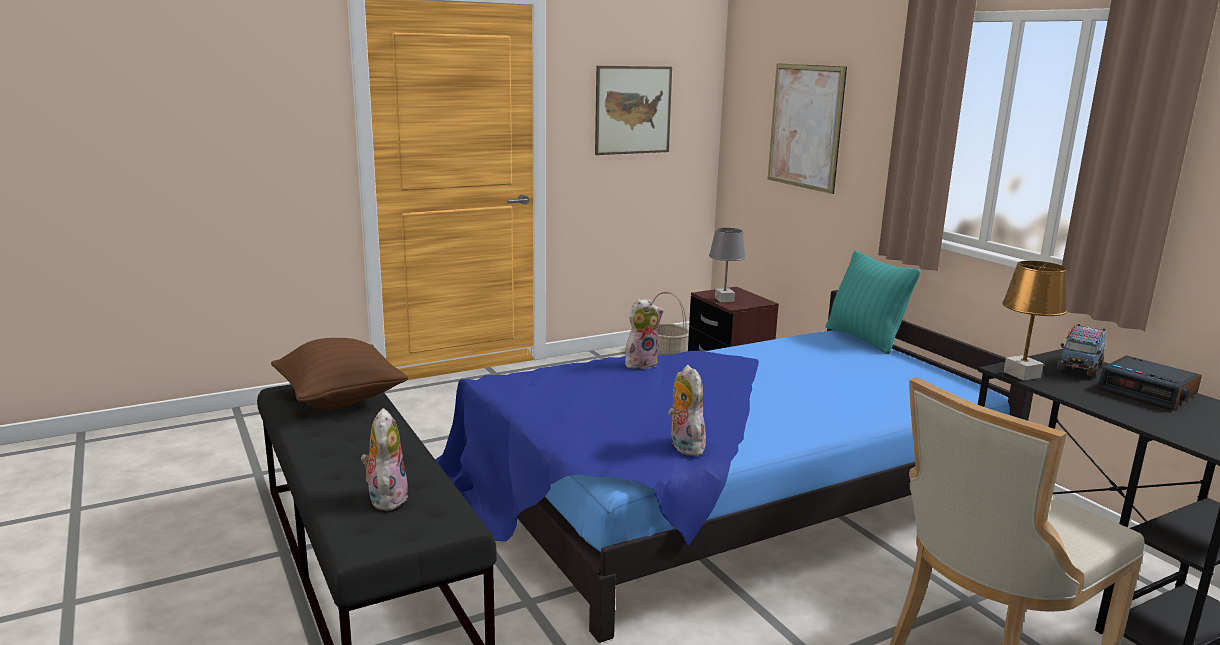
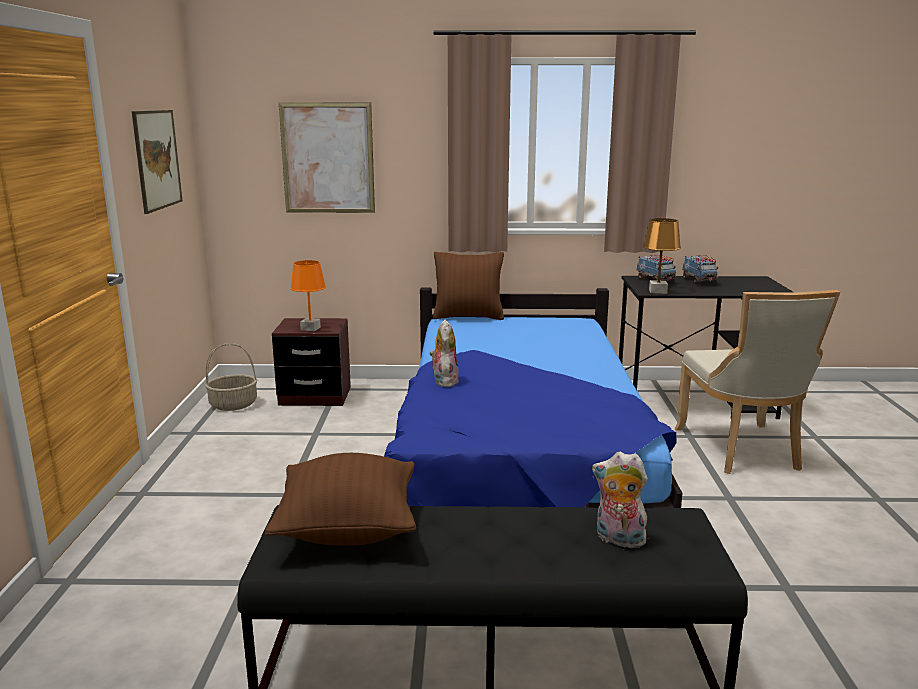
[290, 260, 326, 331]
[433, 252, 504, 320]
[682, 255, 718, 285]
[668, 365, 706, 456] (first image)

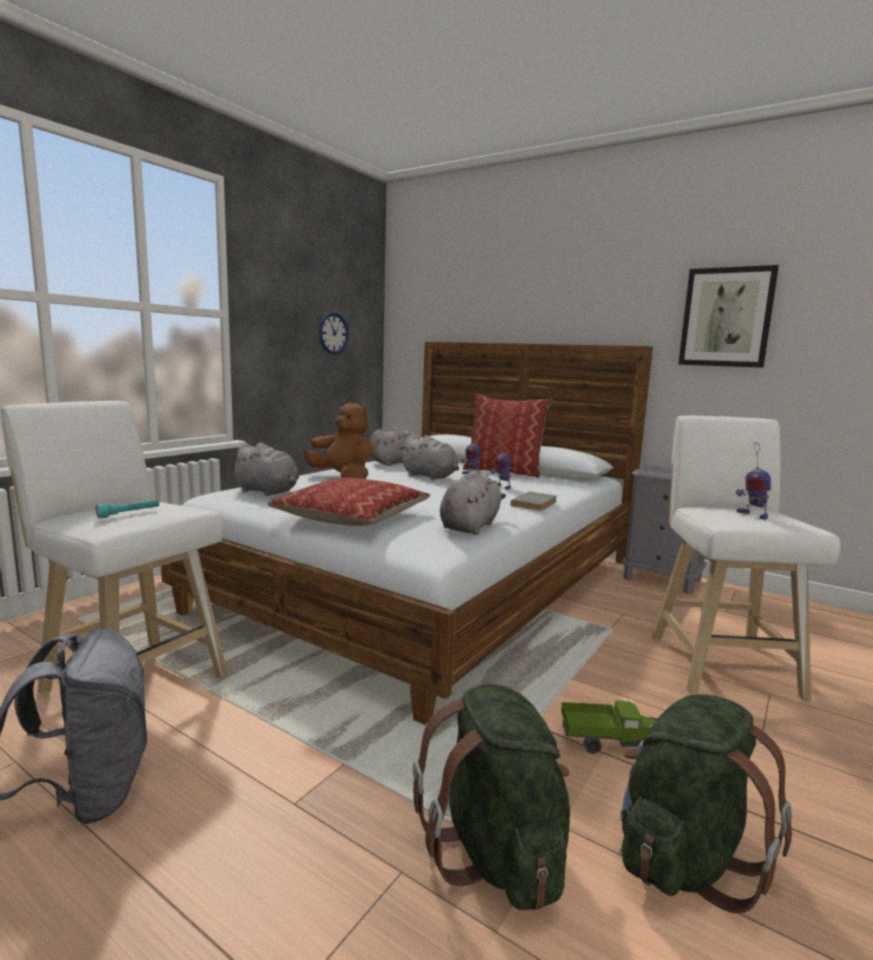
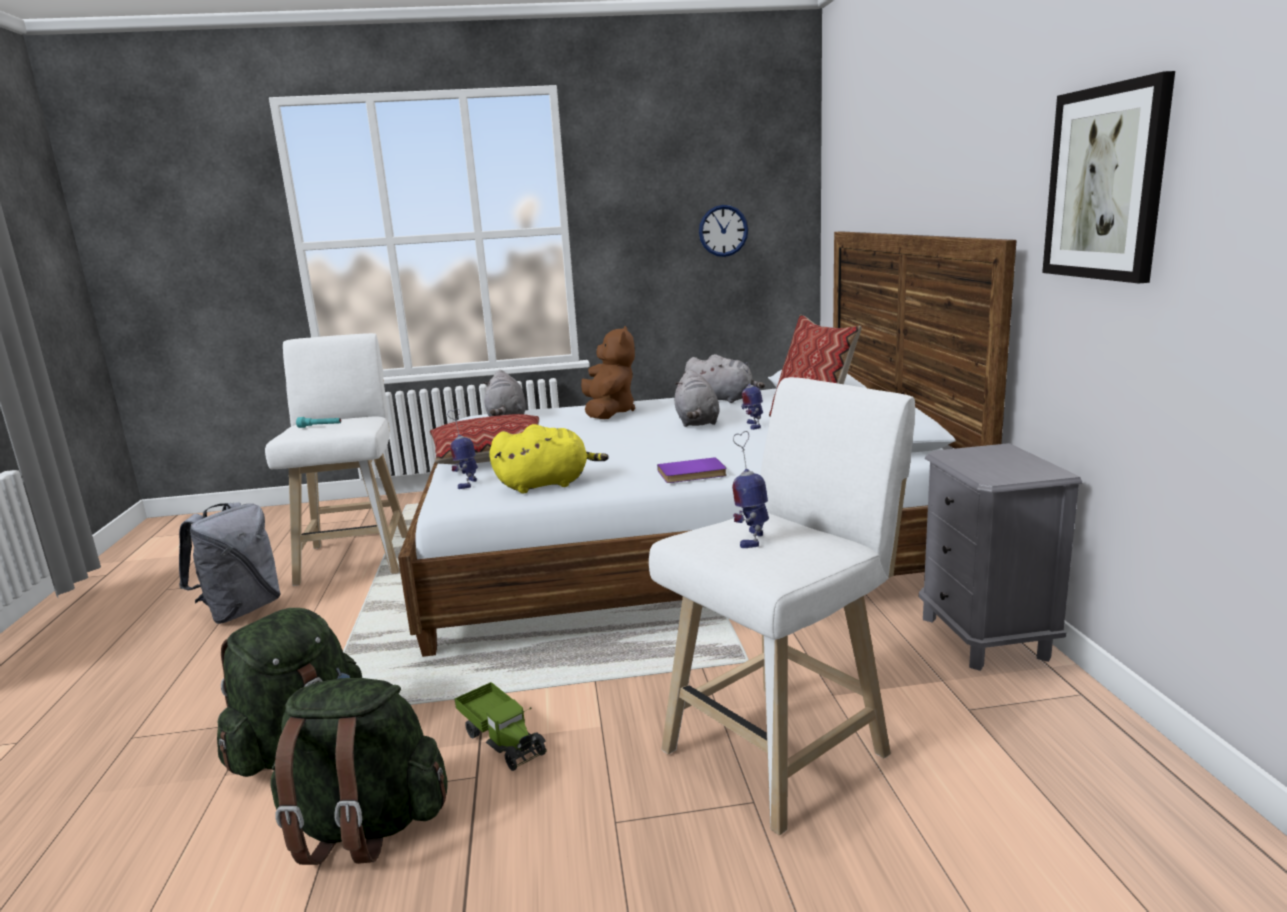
[447, 409, 478, 489]
[489, 424, 609, 493]
[657, 457, 727, 483]

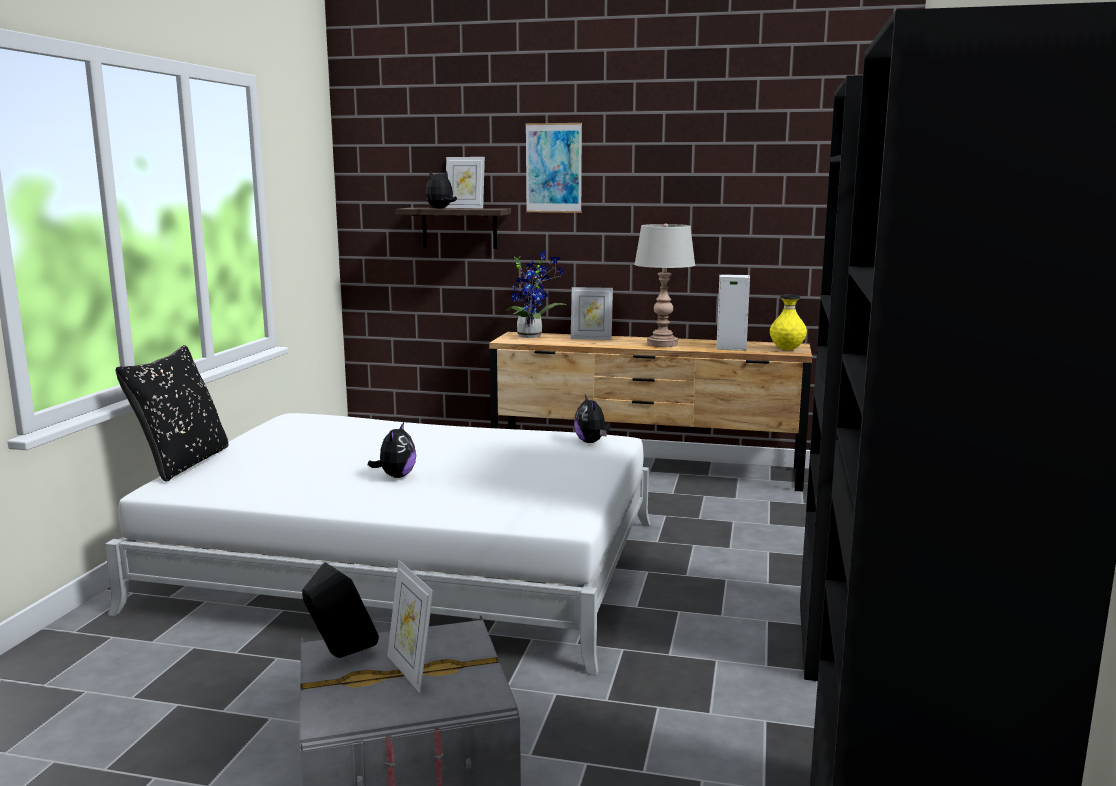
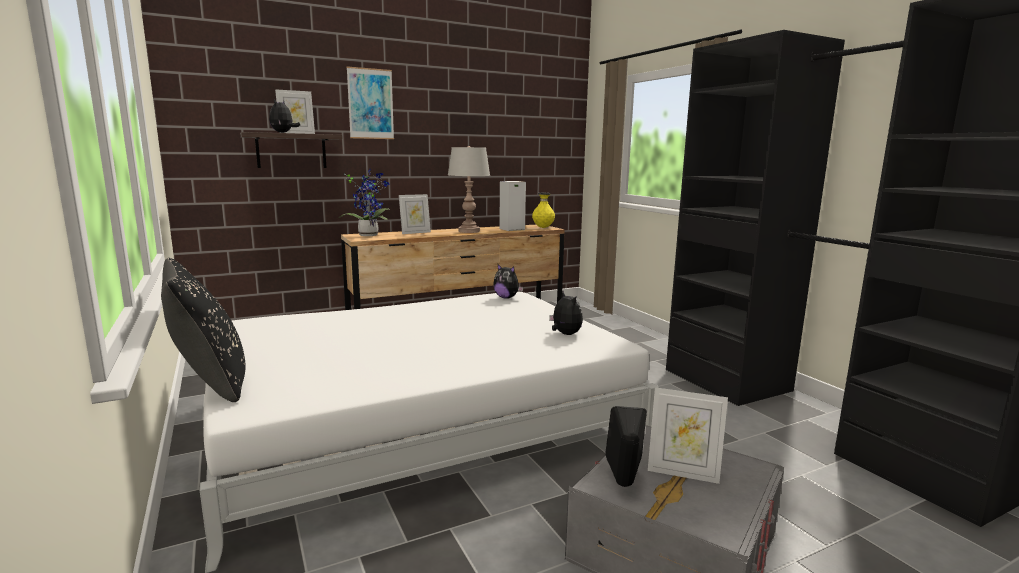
[549, 291, 583, 335]

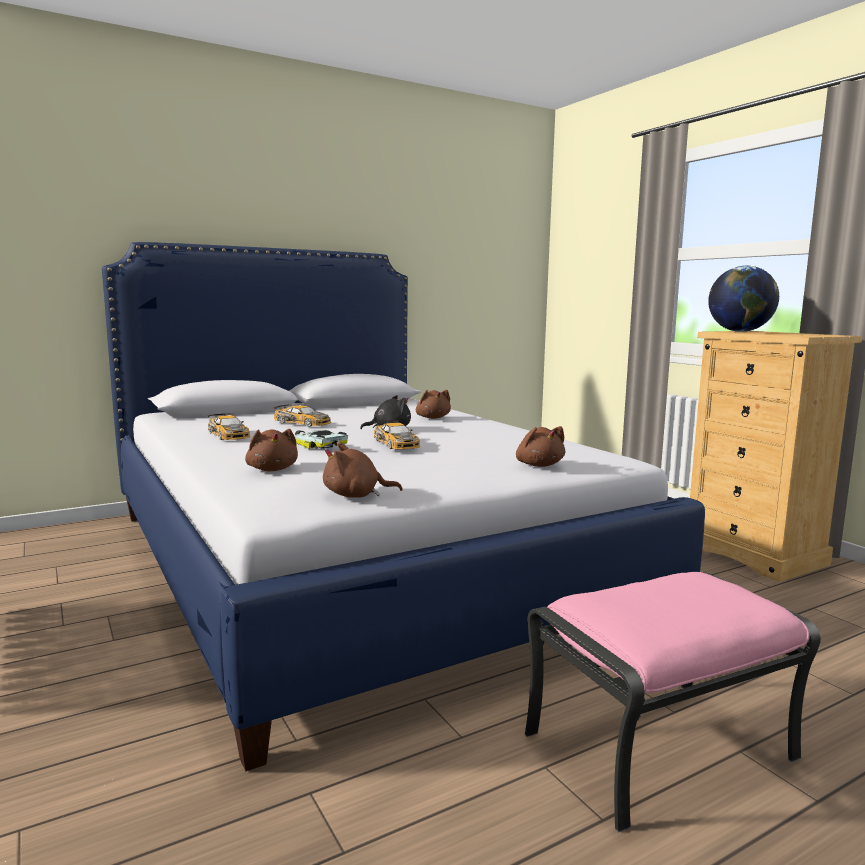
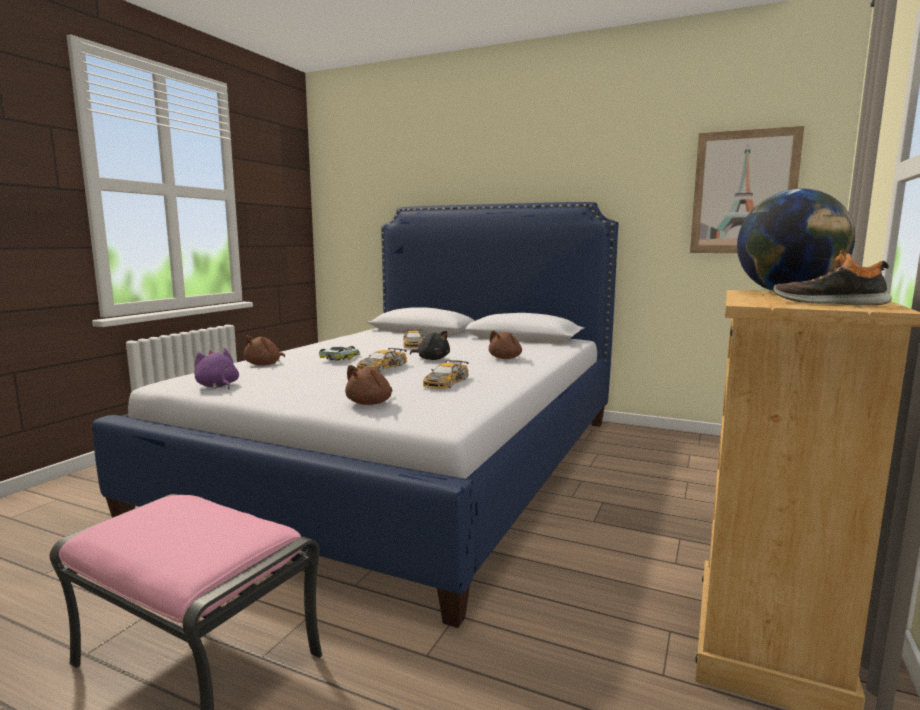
[194, 348, 239, 389]
[423, 360, 469, 389]
[690, 126, 804, 253]
[773, 250, 892, 305]

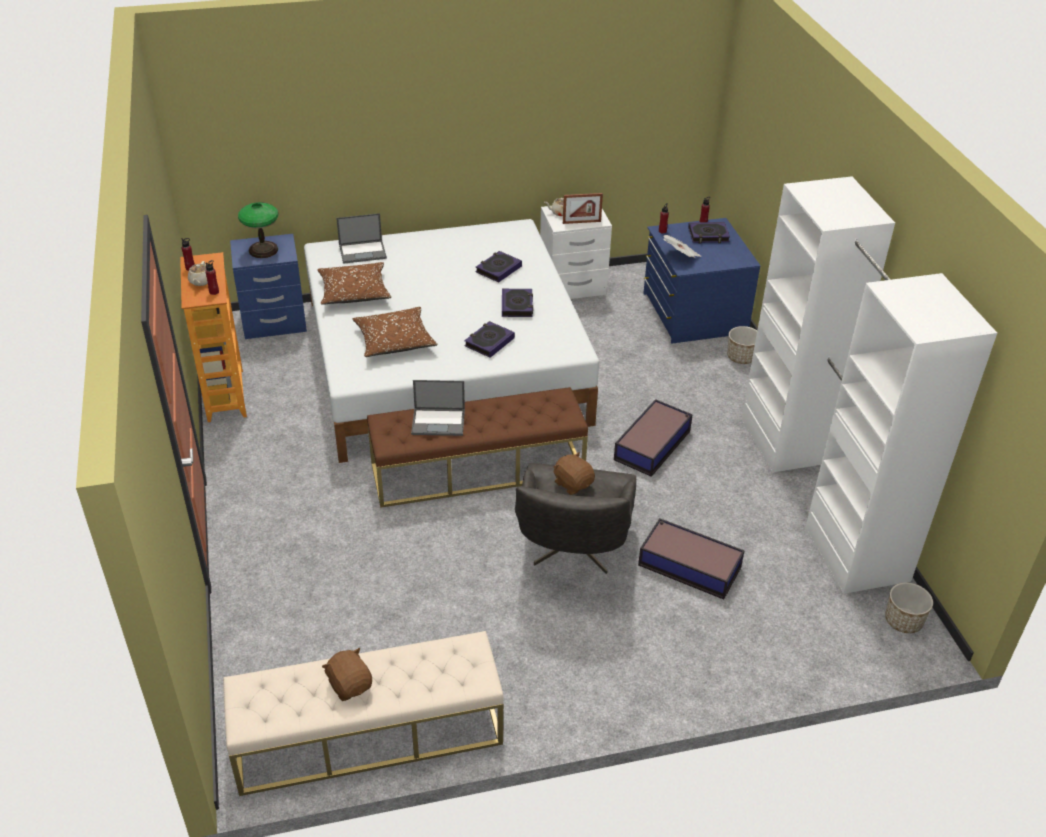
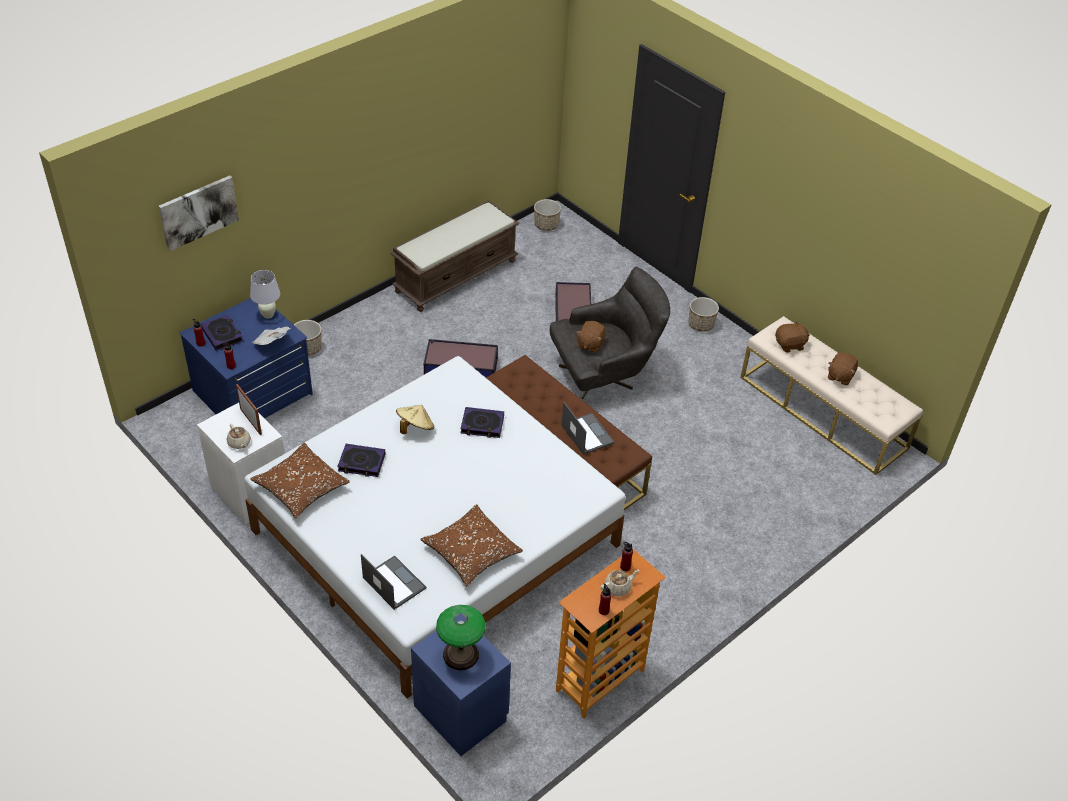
[158, 175, 239, 251]
[250, 270, 280, 319]
[250, 443, 350, 518]
[390, 200, 520, 312]
[396, 405, 434, 434]
[688, 297, 719, 332]
[775, 321, 810, 353]

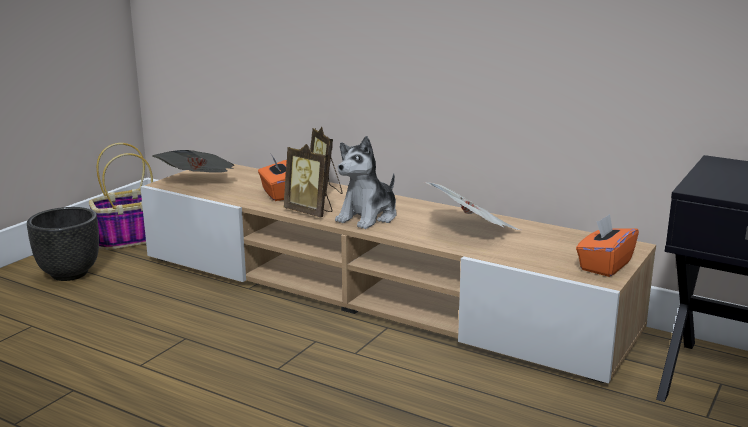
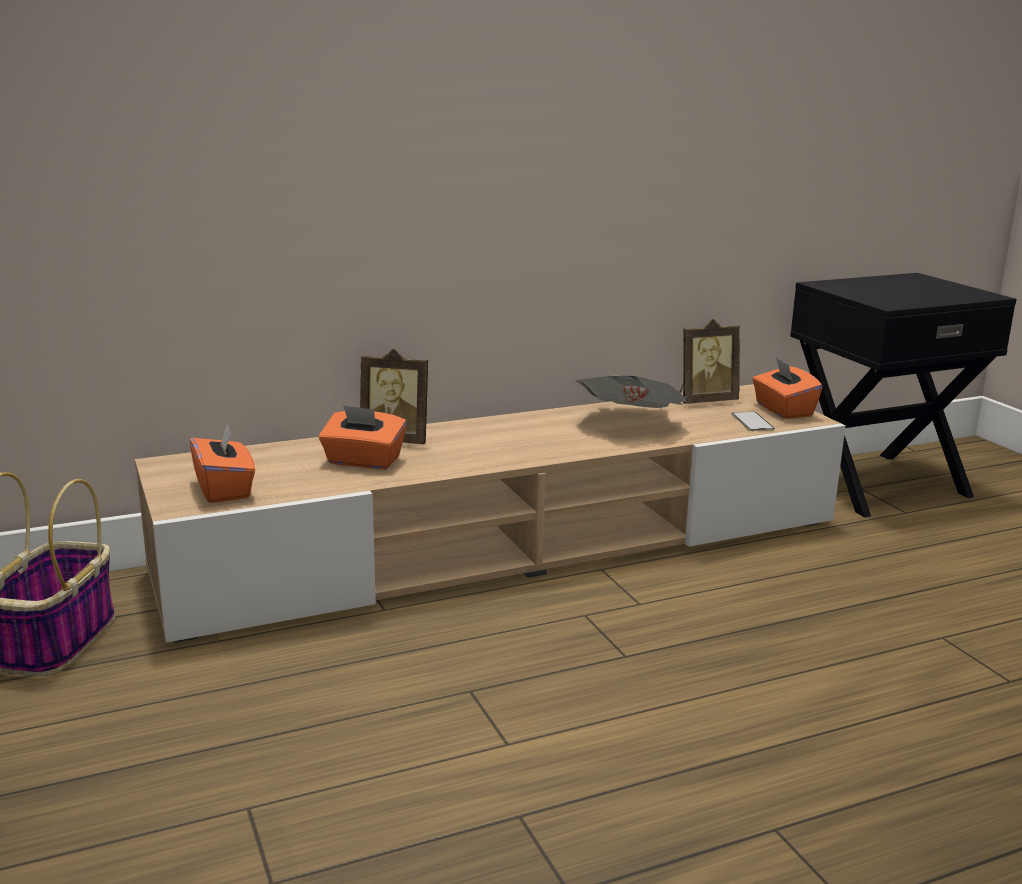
[190, 425, 255, 503]
[680, 319, 740, 404]
[732, 412, 775, 431]
[27, 207, 99, 281] (first image)
[335, 136, 396, 229] (first image)

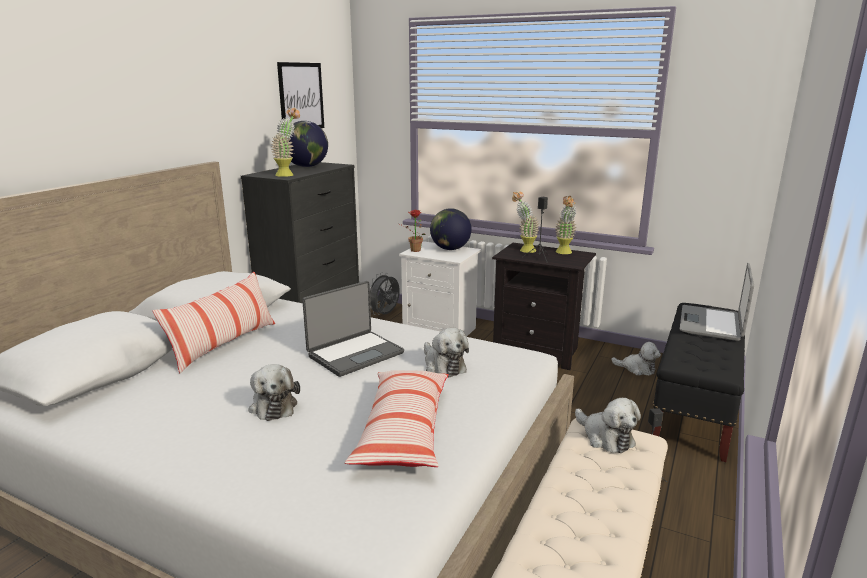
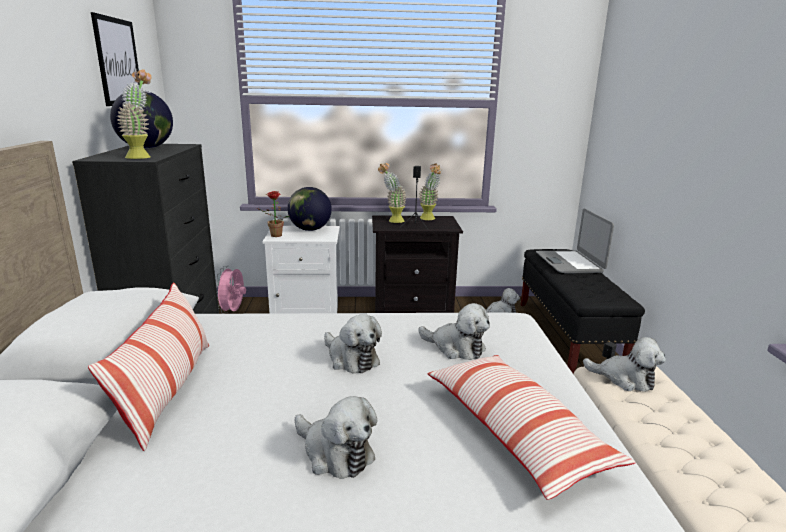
[216, 266, 246, 314]
[324, 314, 382, 373]

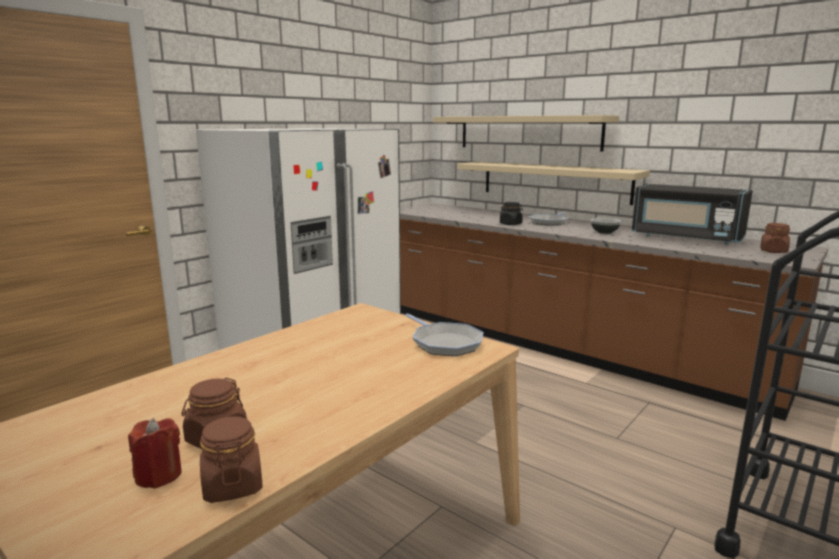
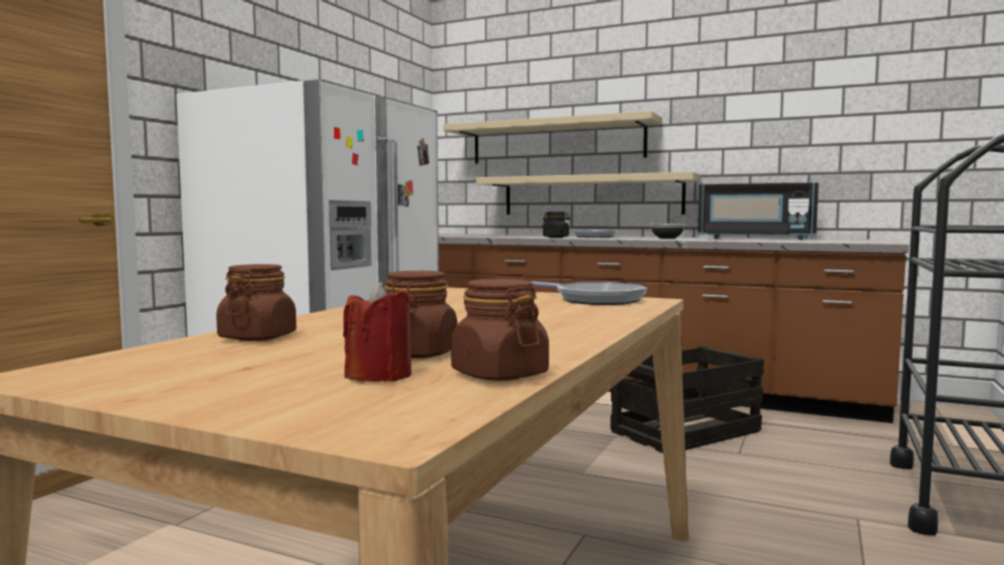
[216, 264, 296, 341]
[610, 346, 764, 453]

